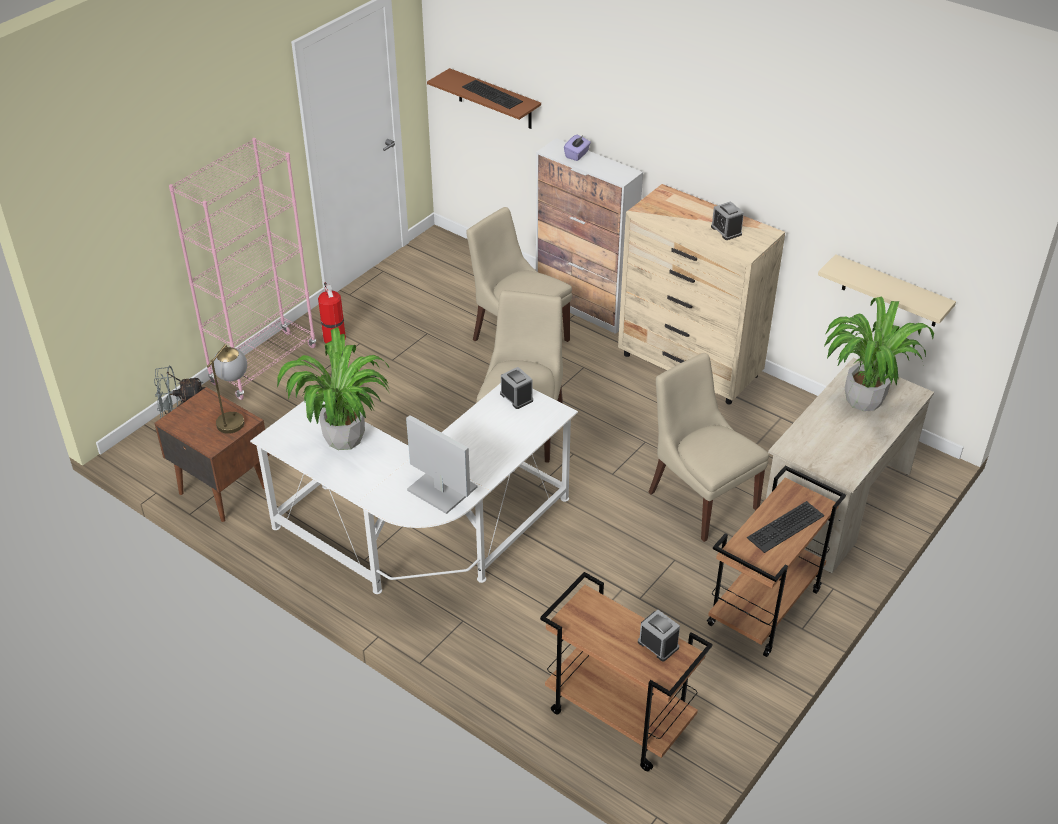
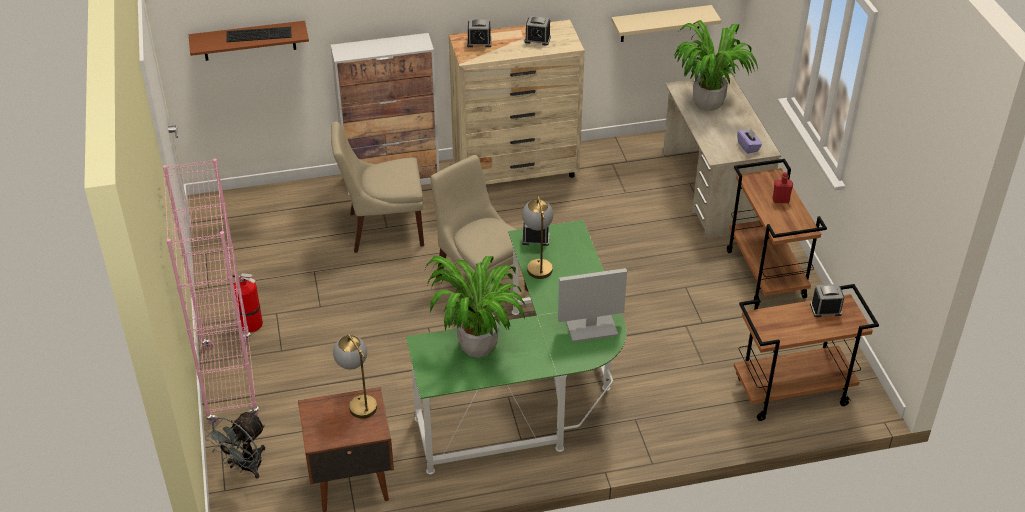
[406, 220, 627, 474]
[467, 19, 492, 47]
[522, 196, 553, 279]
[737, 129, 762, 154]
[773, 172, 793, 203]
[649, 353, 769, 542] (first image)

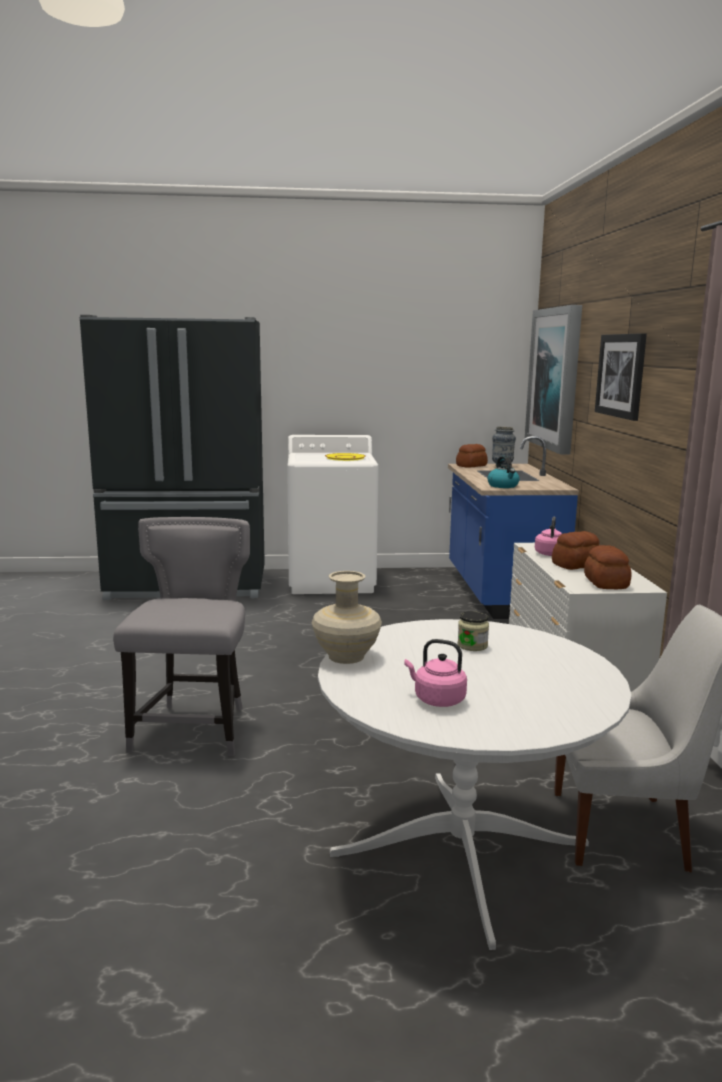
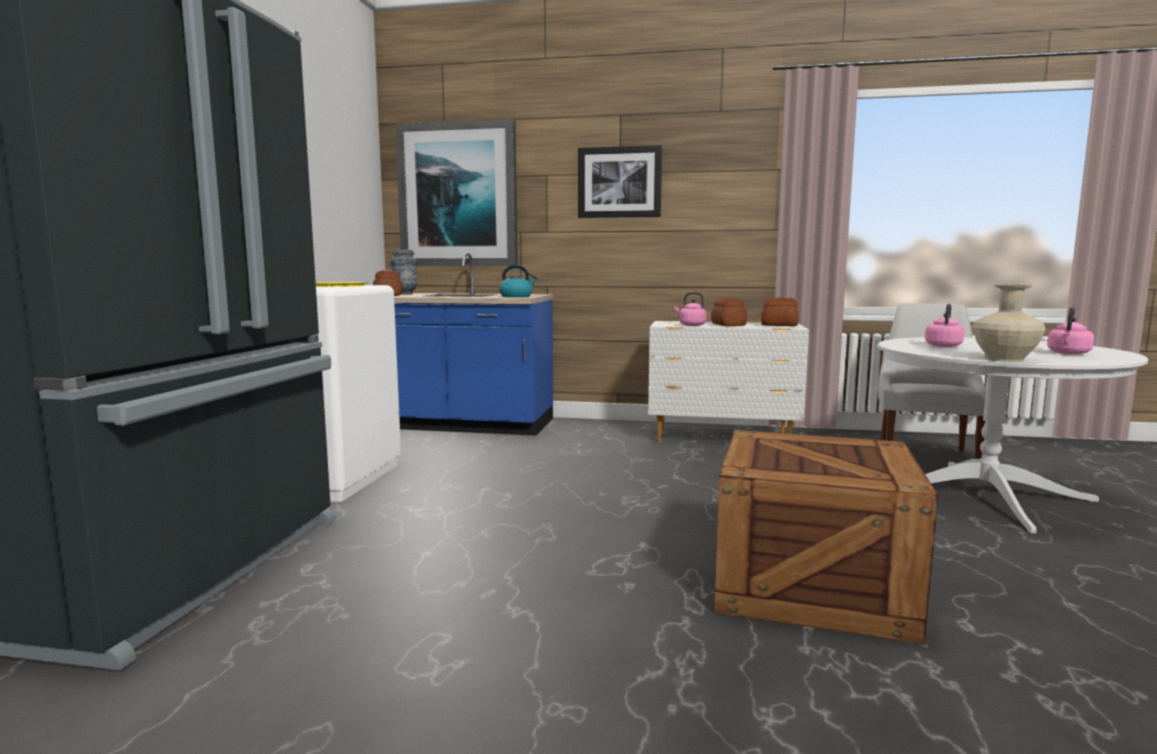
[714, 430, 938, 644]
[925, 304, 964, 347]

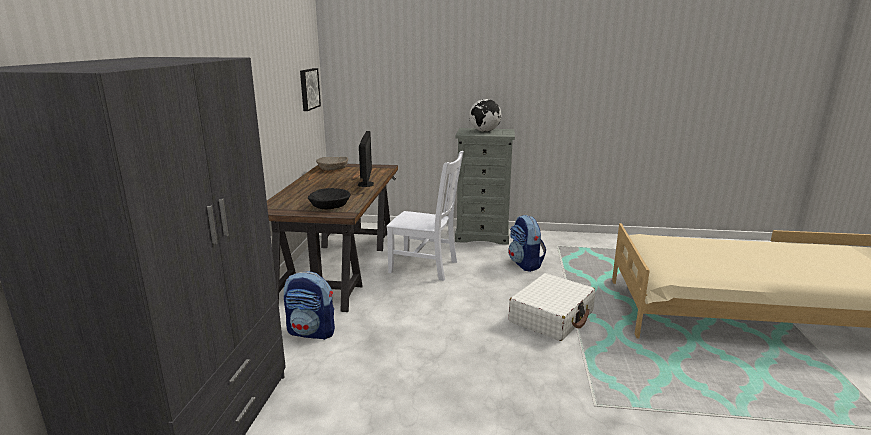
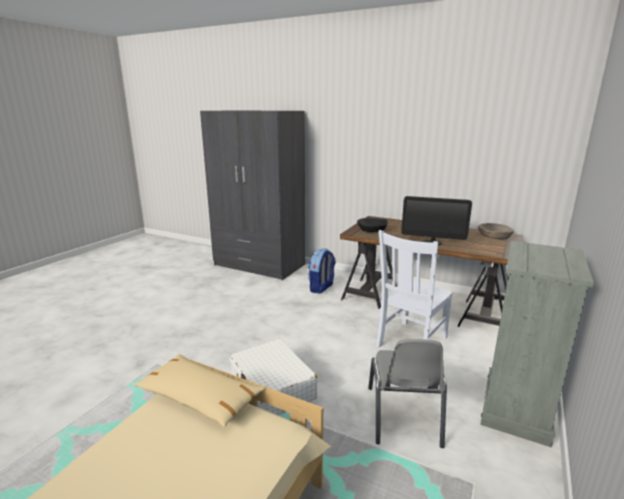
[134, 354, 266, 427]
[368, 339, 447, 448]
[300, 68, 321, 111] (first image)
[469, 99, 501, 132] (first image)

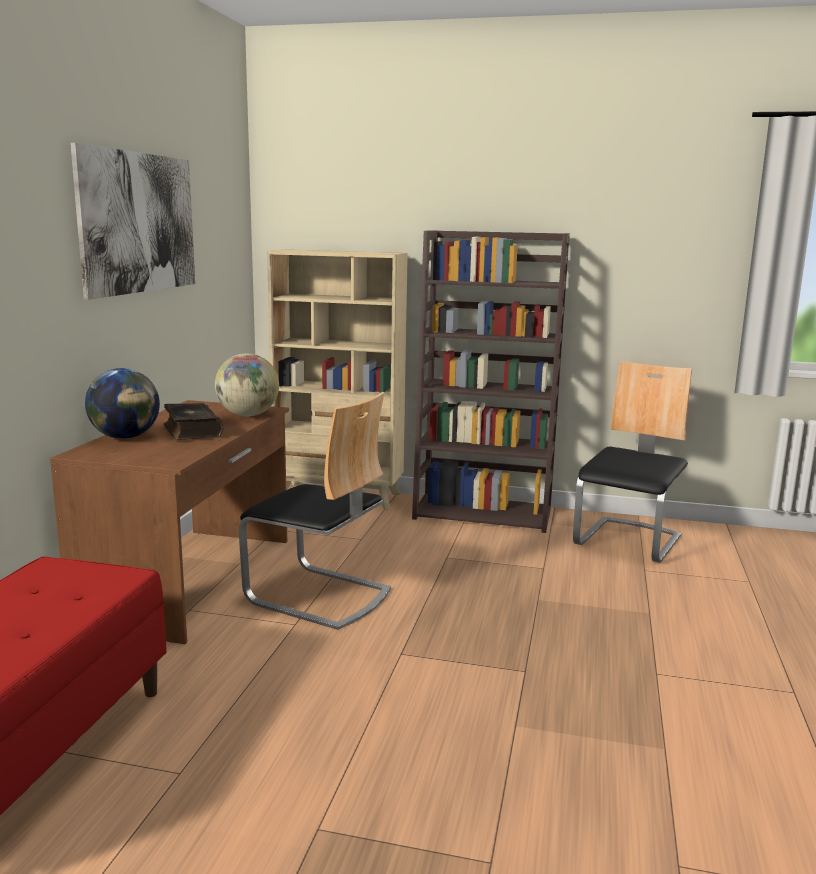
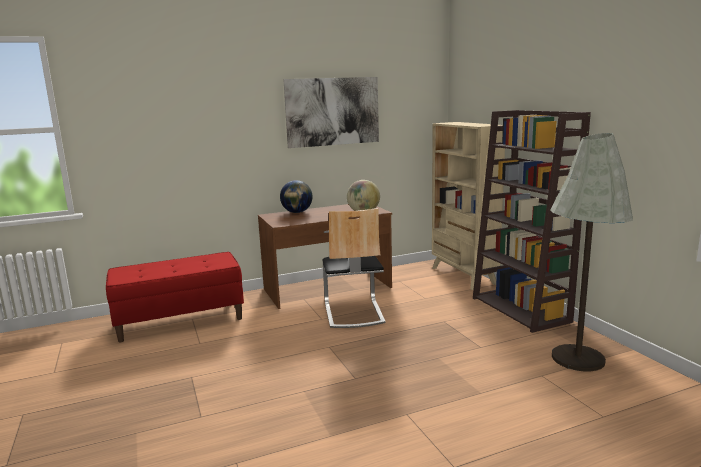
[550, 133, 633, 371]
[164, 403, 223, 440] (first image)

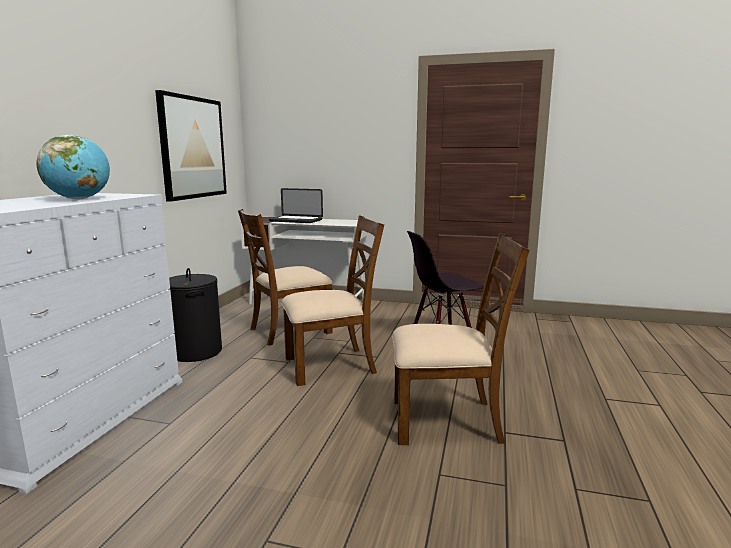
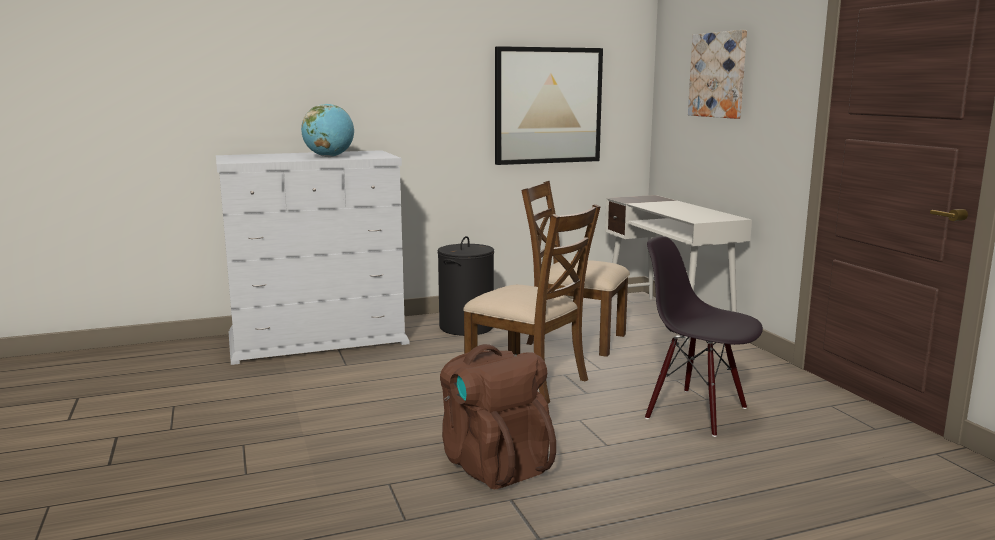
[440, 344, 556, 489]
[688, 30, 747, 119]
[269, 188, 323, 223] (first image)

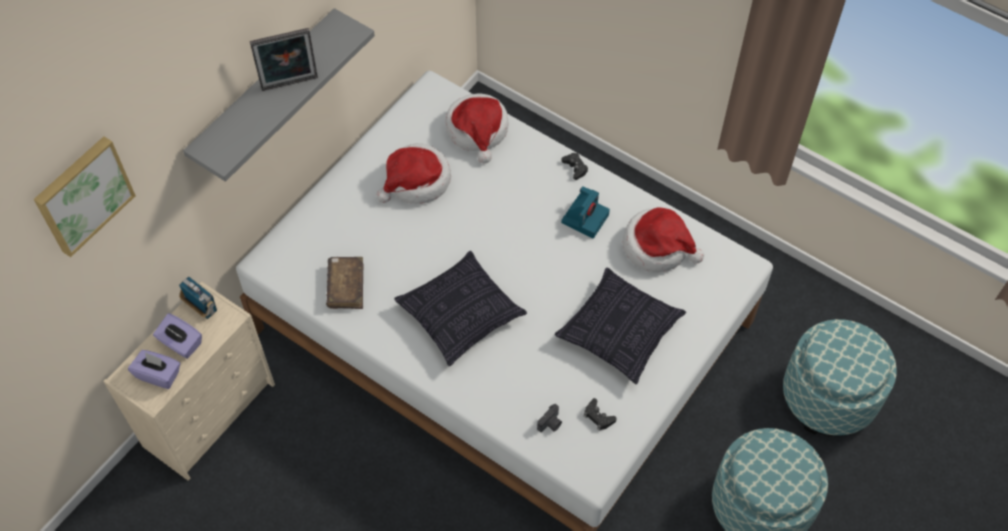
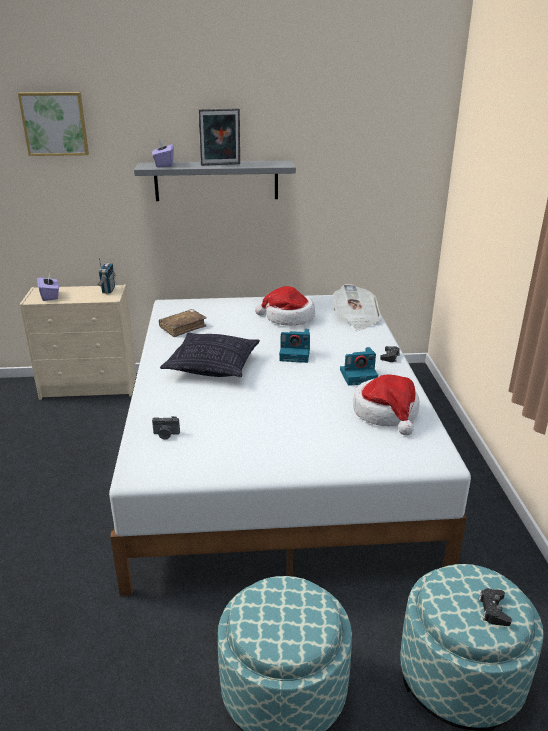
[152, 139, 174, 167]
[198, 108, 240, 166]
[279, 329, 310, 363]
[333, 284, 381, 330]
[479, 588, 512, 626]
[555, 268, 686, 384] (first image)

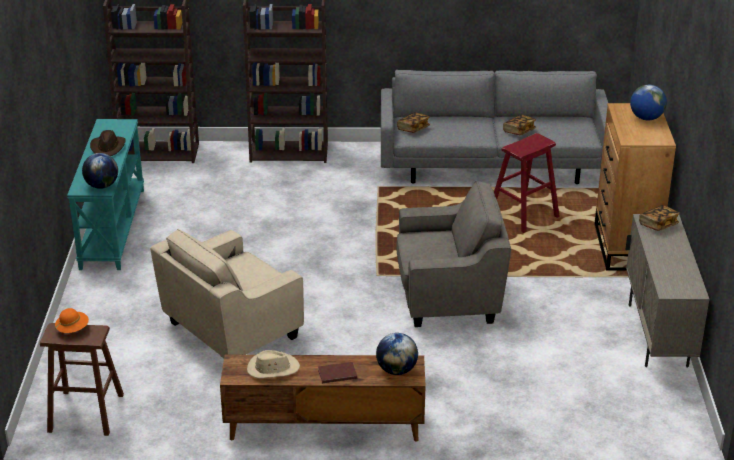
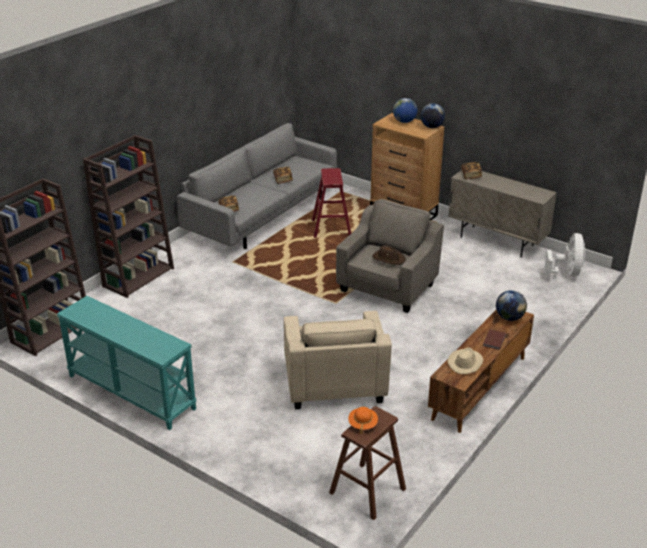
[372, 245, 406, 265]
[421, 103, 445, 128]
[544, 233, 585, 280]

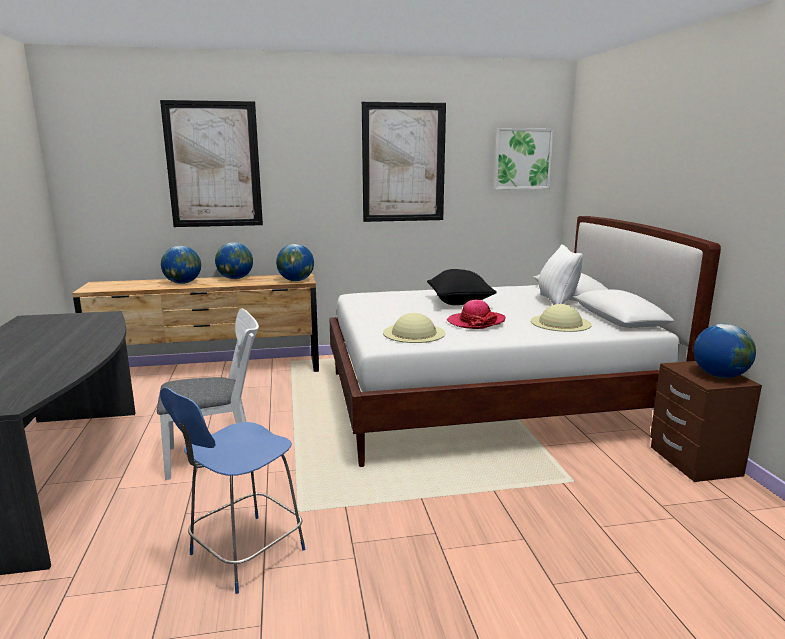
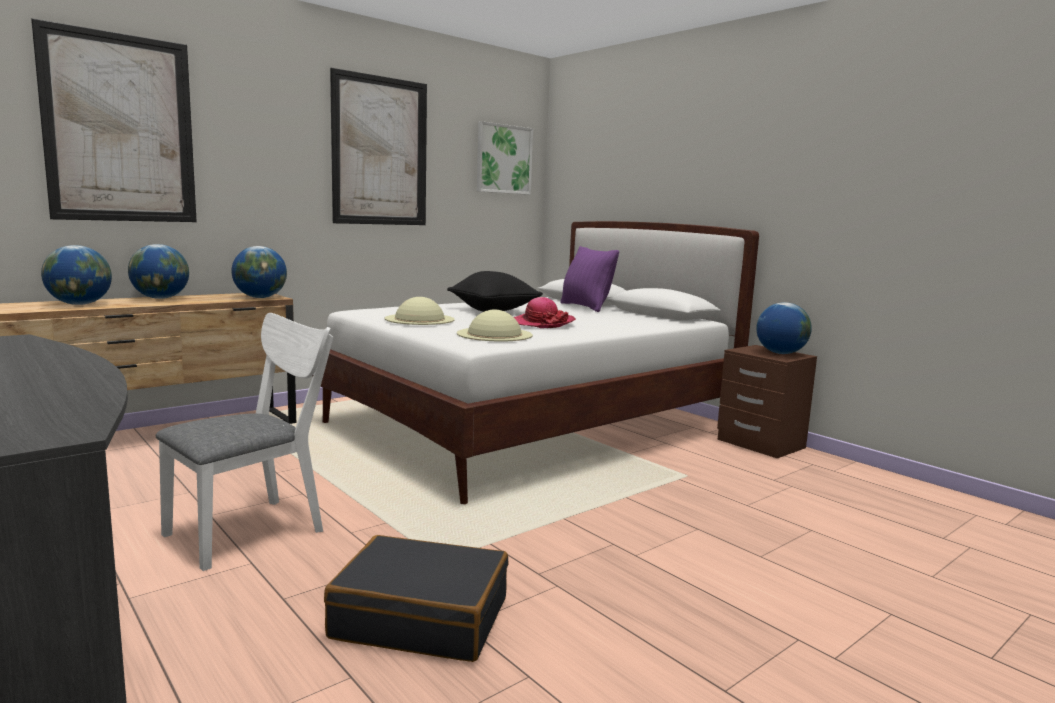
[324, 535, 508, 662]
[385, 297, 455, 325]
[560, 246, 619, 312]

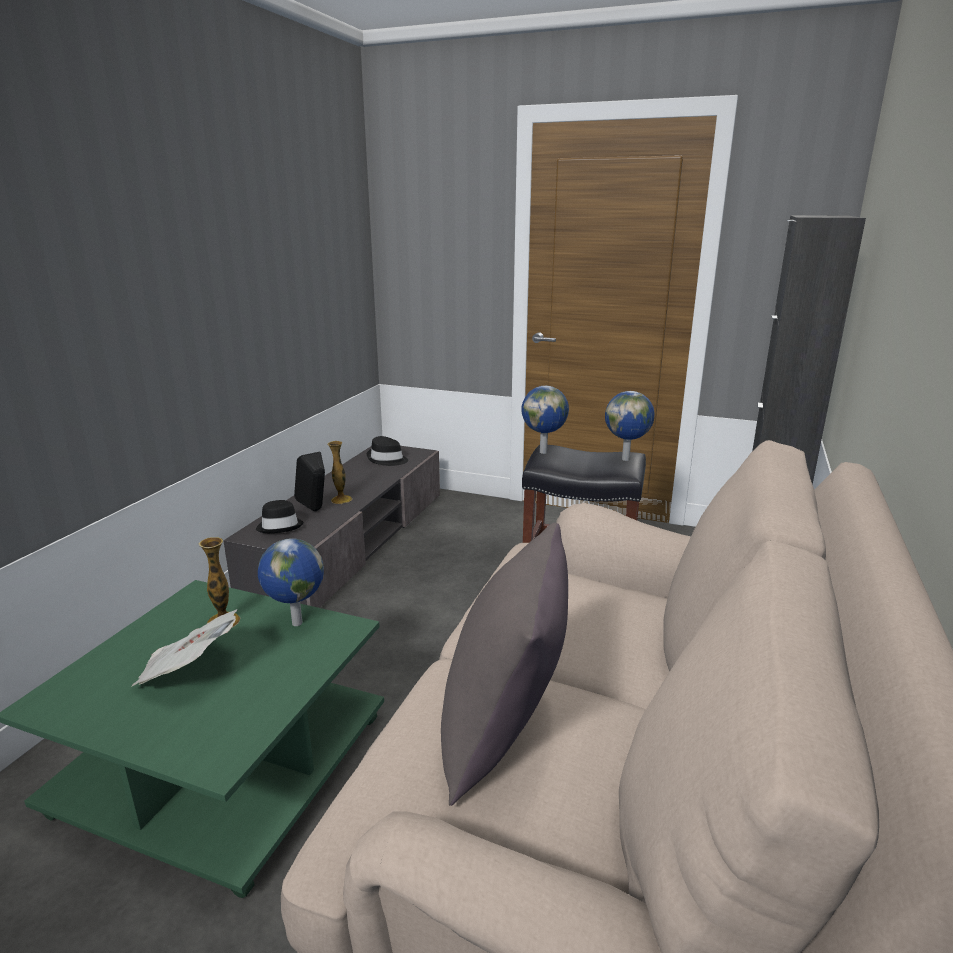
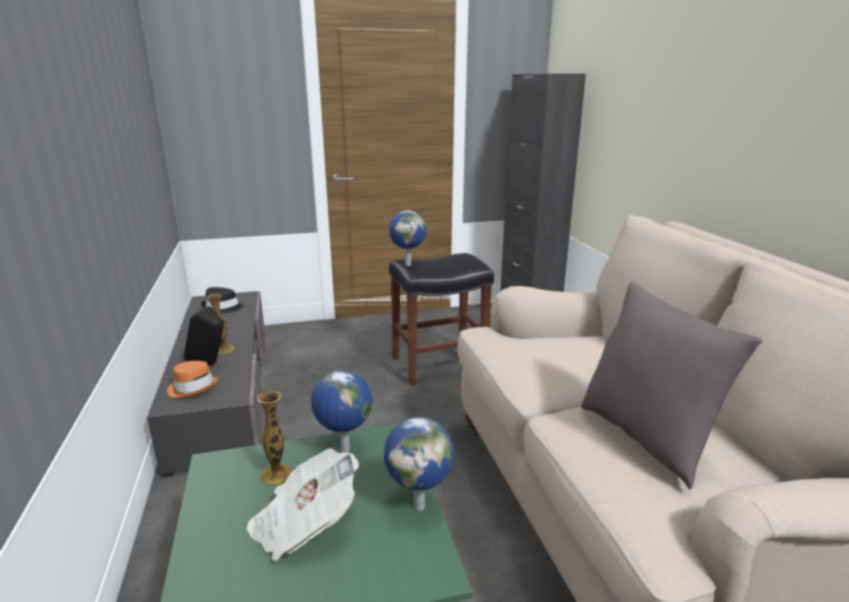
[167, 361, 218, 398]
[384, 417, 454, 511]

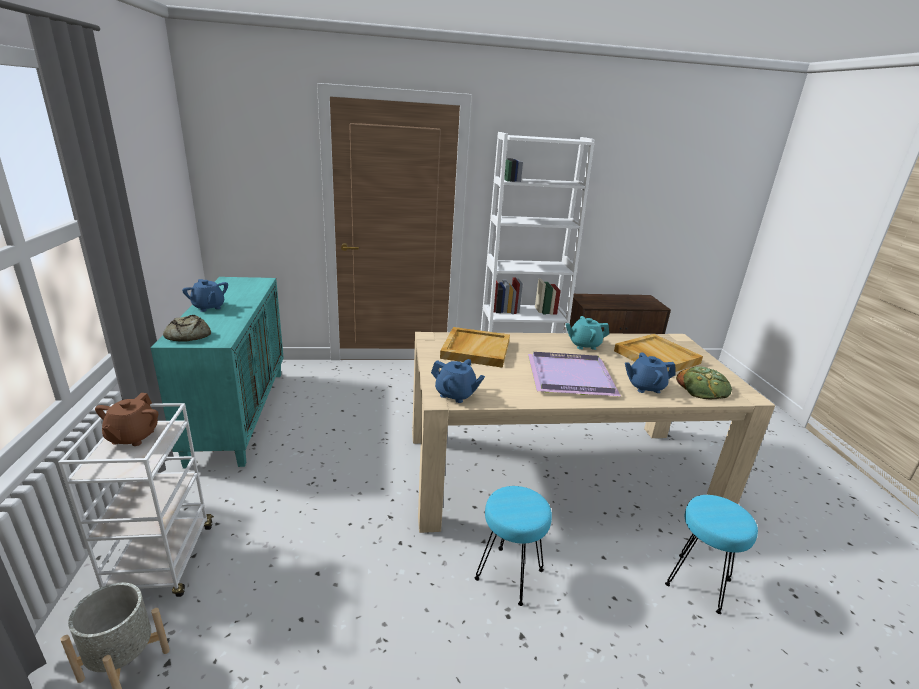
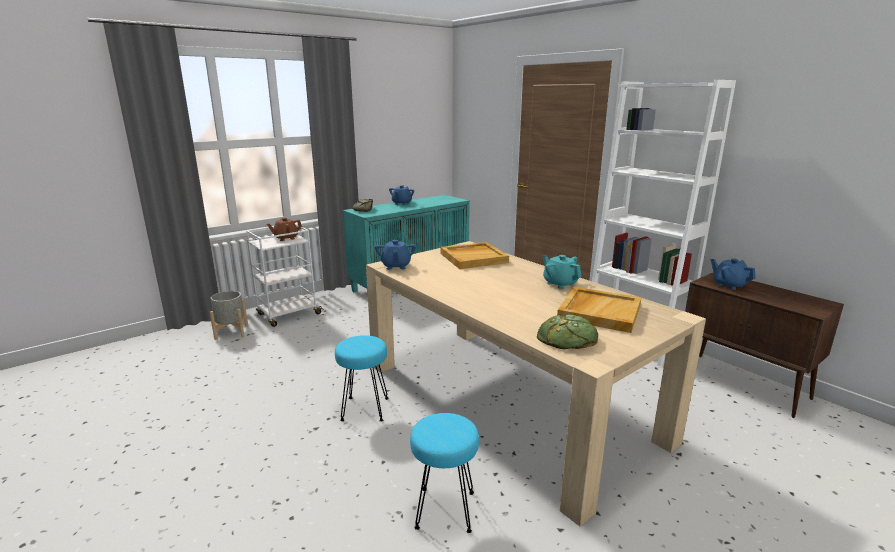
[711, 259, 756, 290]
[528, 352, 621, 396] (first image)

